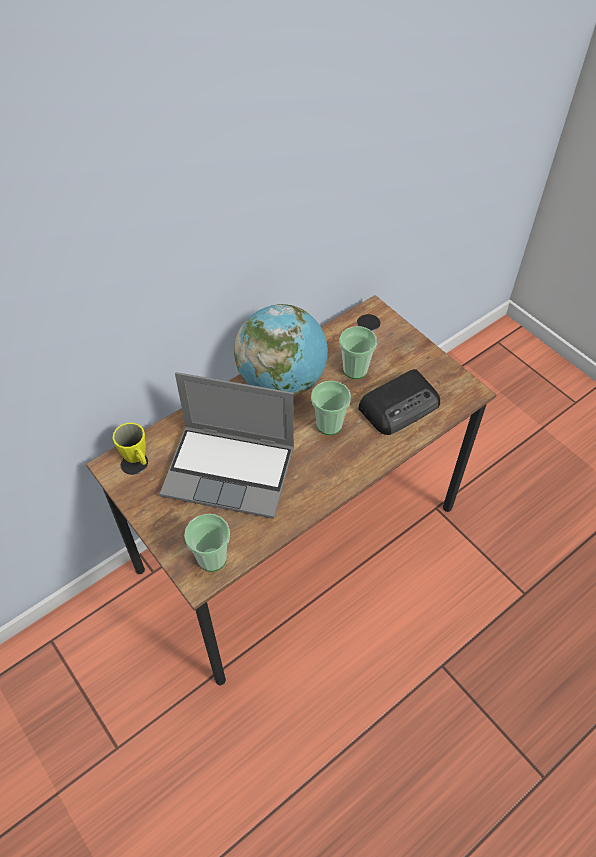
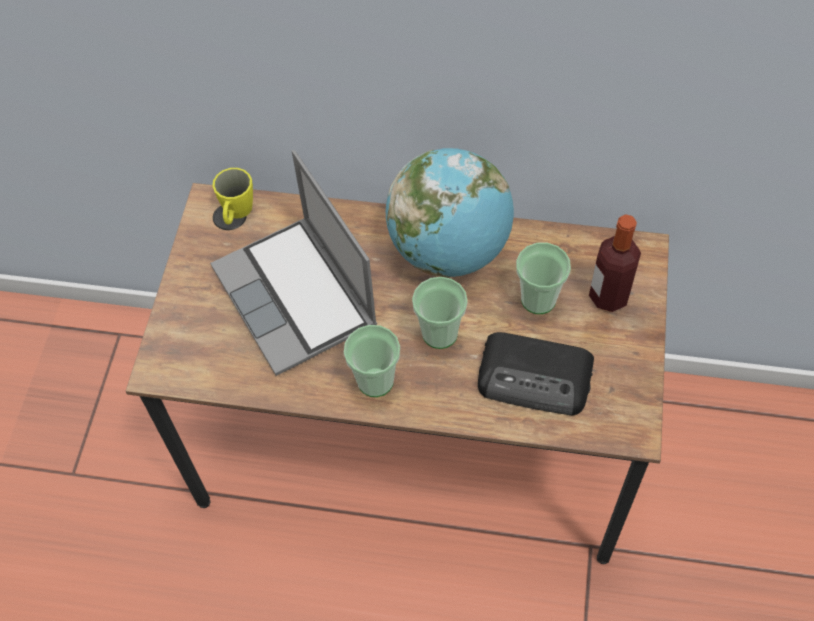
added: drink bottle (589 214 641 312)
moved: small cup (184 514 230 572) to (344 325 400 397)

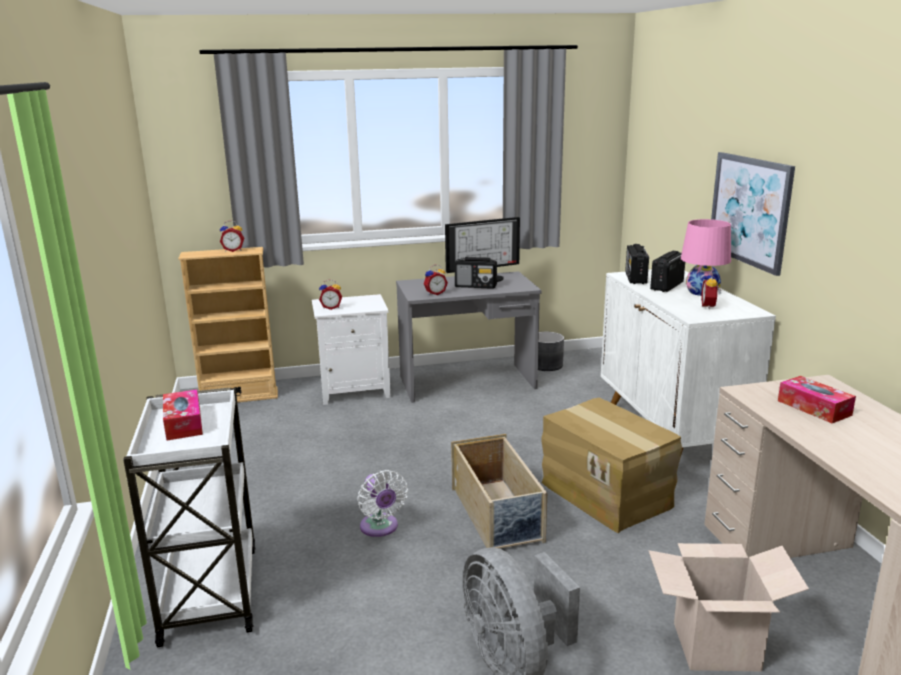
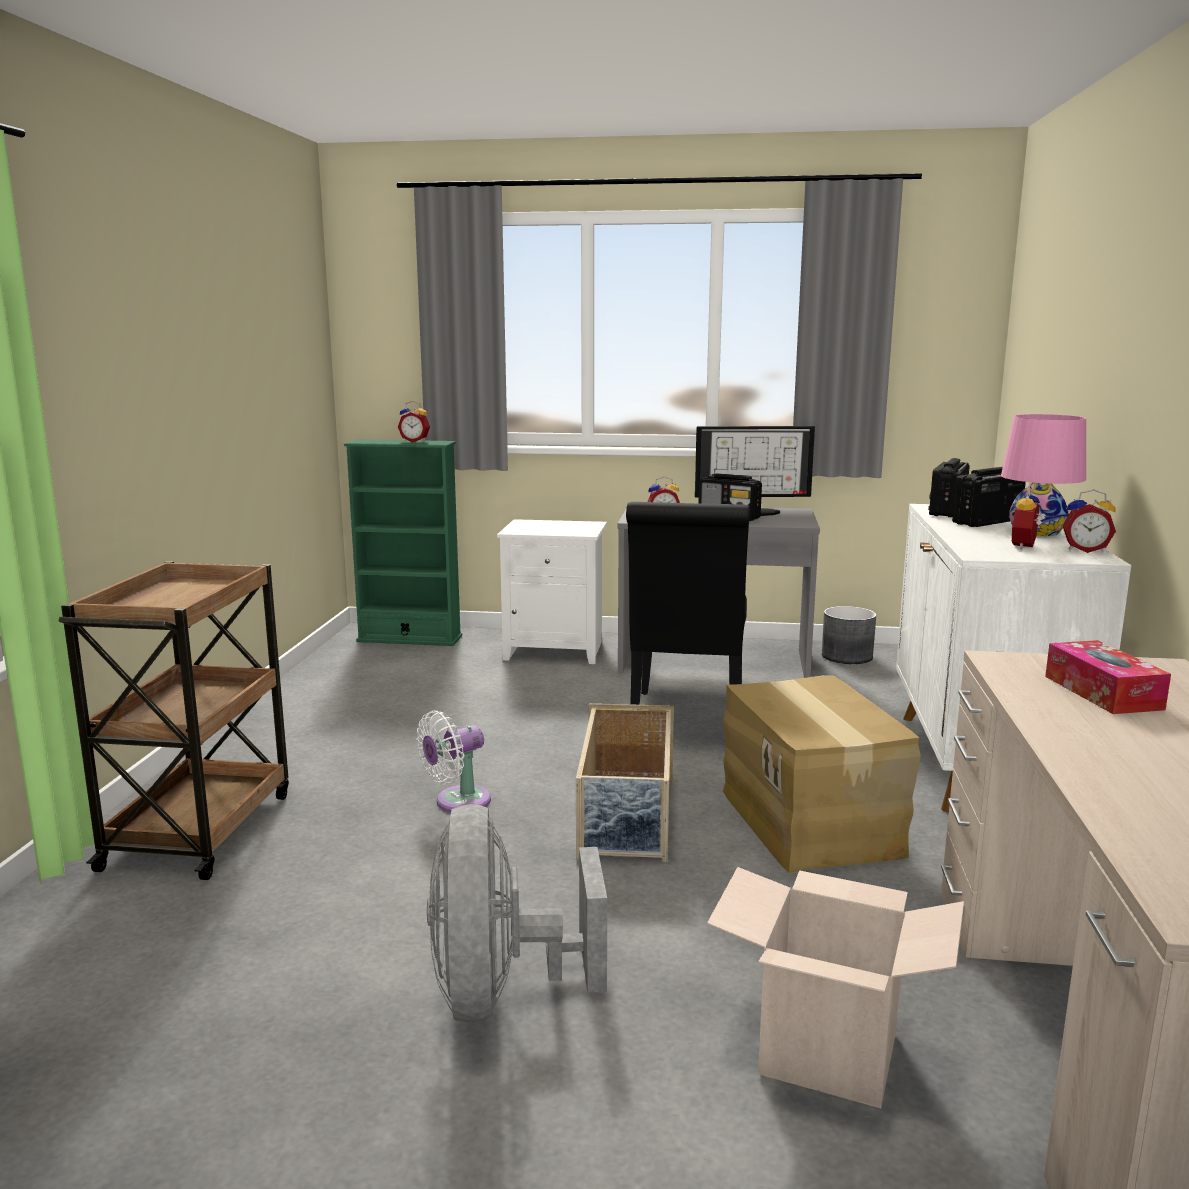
removed: tissue holder (163 389 203 441); wall picture (711 152 795 276)
added: blackish upright chair (626 502 750 705)
moved: bedside clock (319 280 342 310) to (1062 489 1116 553)
recoloured: whitish trolley (123 388 256 648) to brown trolley (58 561 289 880); beige bookcase (178 247 278 403) to green bookcase (344 439 462 646)
turned: whitish cooling fan (357 470 408 537) = (417 711 491 812) 60 degrees clockwise

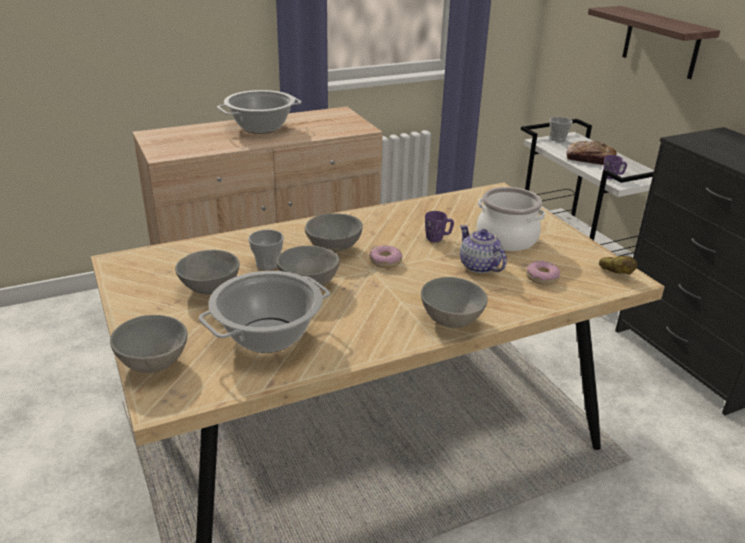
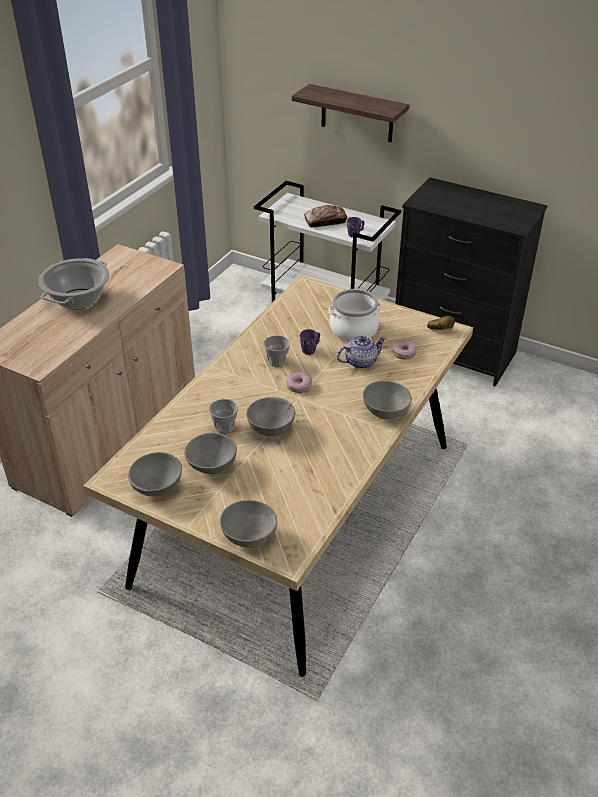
removed: stockpot (199 271 330 353)
moved: grey serving bowl (305 213 363 252) to (128 452 182 496); small cup (550 117 572 142) to (264 335 290 367)
turned: teapot (460 225 507 273) = (337 336 387 369) 135 degrees clockwise

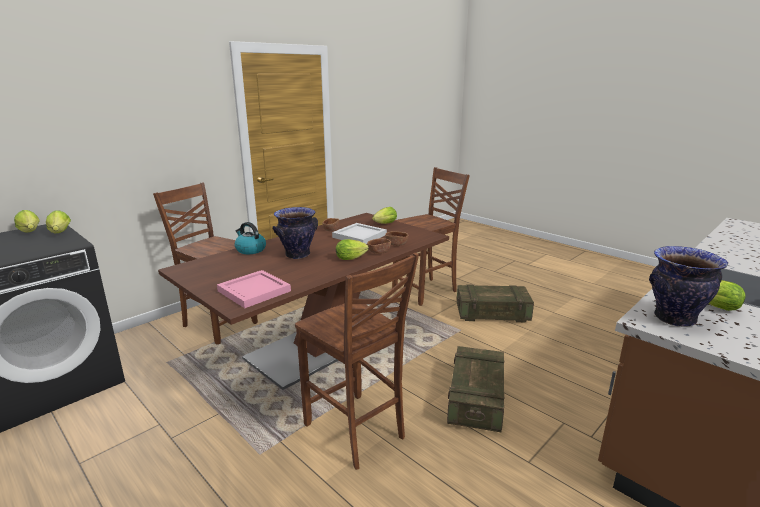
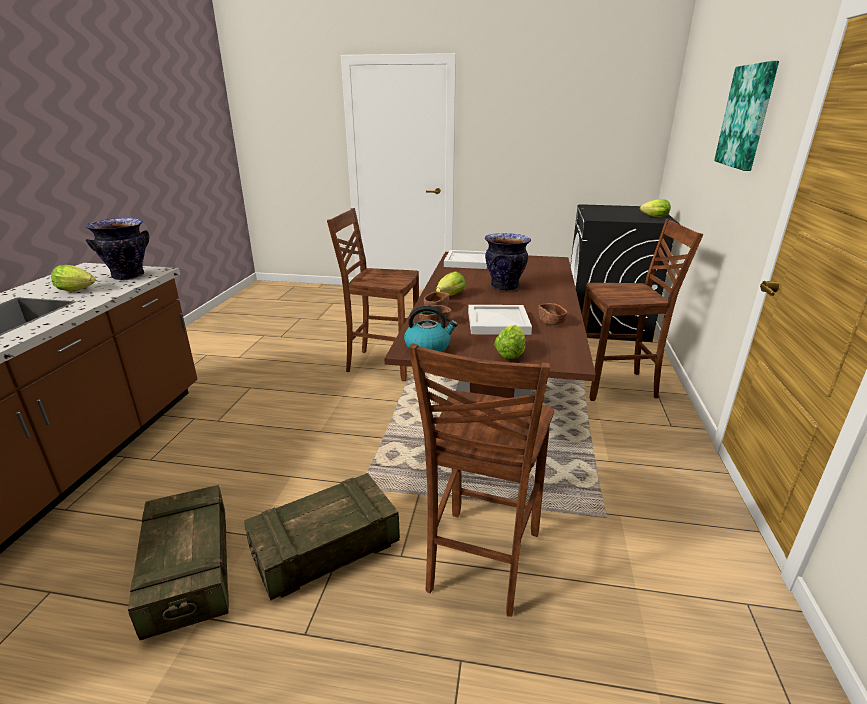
removed: lettuce head (46 210 71 233)
added: wall picture (714 61 779 171)
moved: tea kettle (235 222 266 254) to (404 306 458 352); crate (447 346 505 432) to (128 485 229 640)
recoloured: pink-coloured serving tray (217 270 291 308) to whitish serving tray (444 250 487 269)

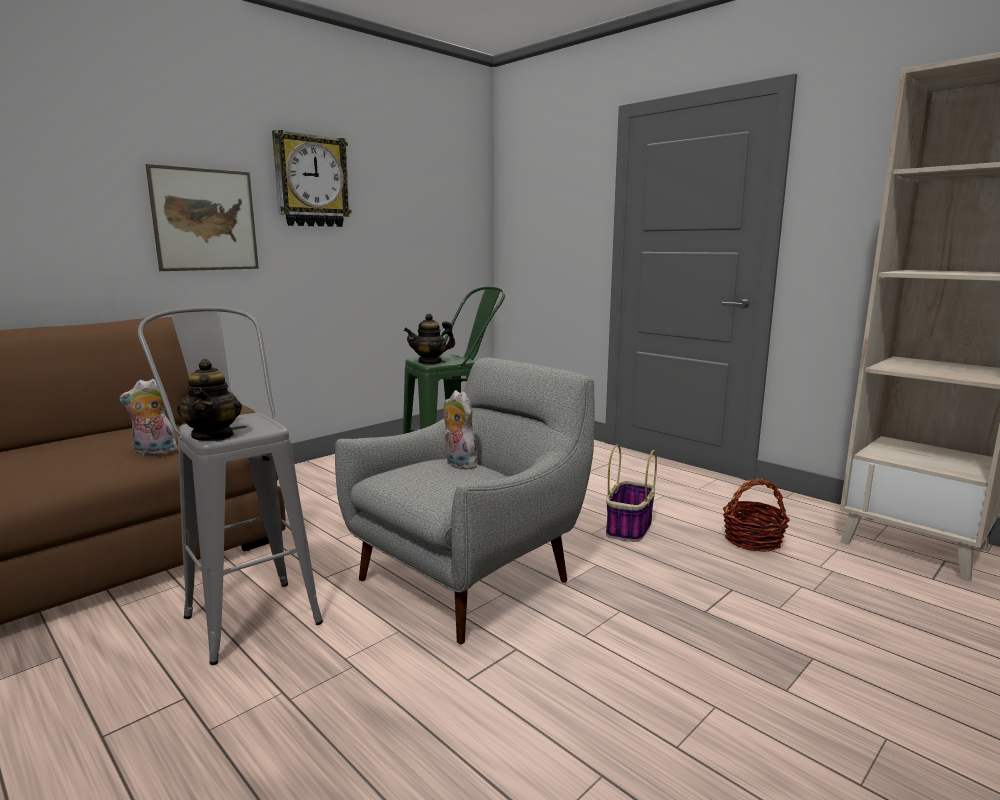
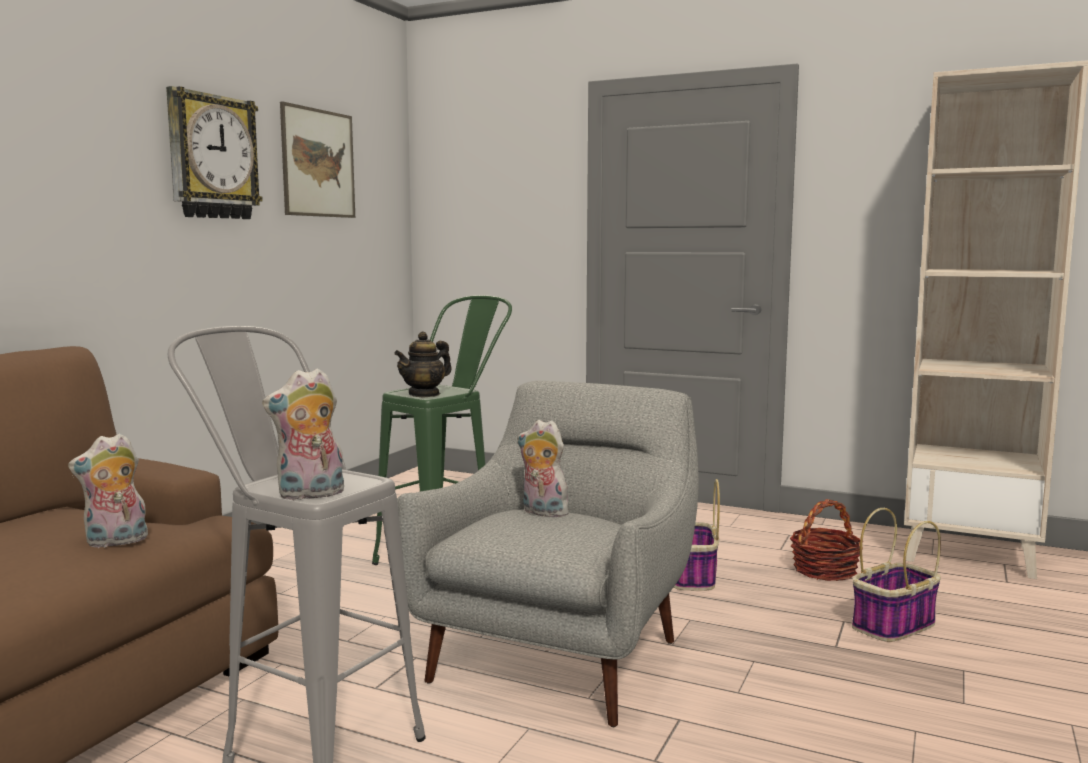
added: household basket (852 508 941 642)
moved: wall picture (146 164 259 271) to (280 101 355 218)
replaced: teapot (177 359 242 441) to plush toy (262 368 344 501)

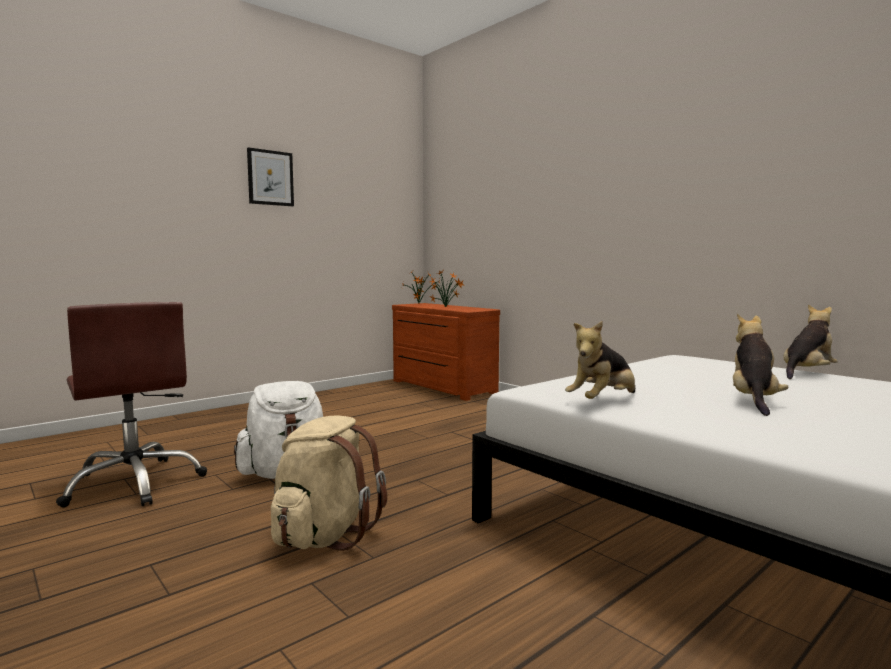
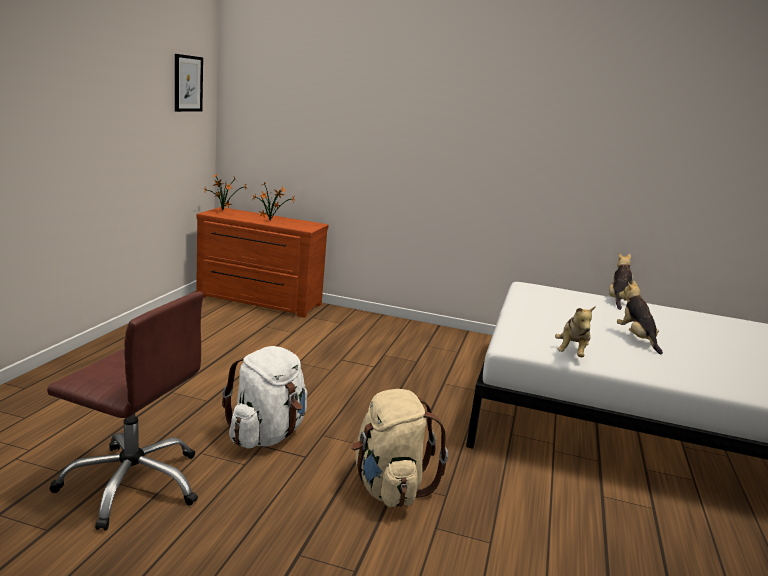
moved: wall picture (247 147 294 206) to (175 54 203 112)

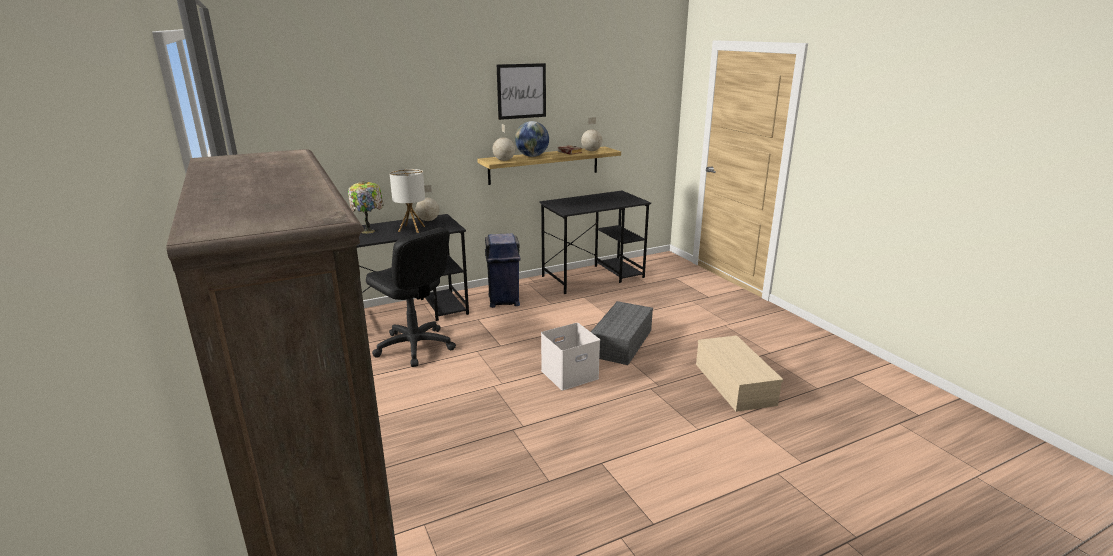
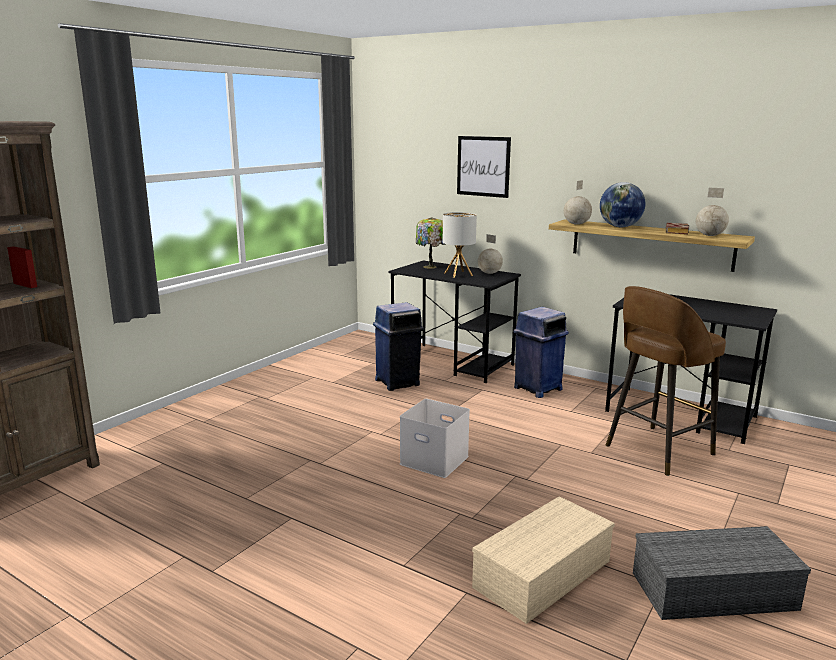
added: brown stool (606 286 726 476)
moved: wall picture (497 63 546 120) to (457 136 511 198); grey storage container (591 301 653 365) to (633 526 811 620)
replaced: blackish office chair (366 228 456 367) to blue rubbish bin (373 302 424 391)

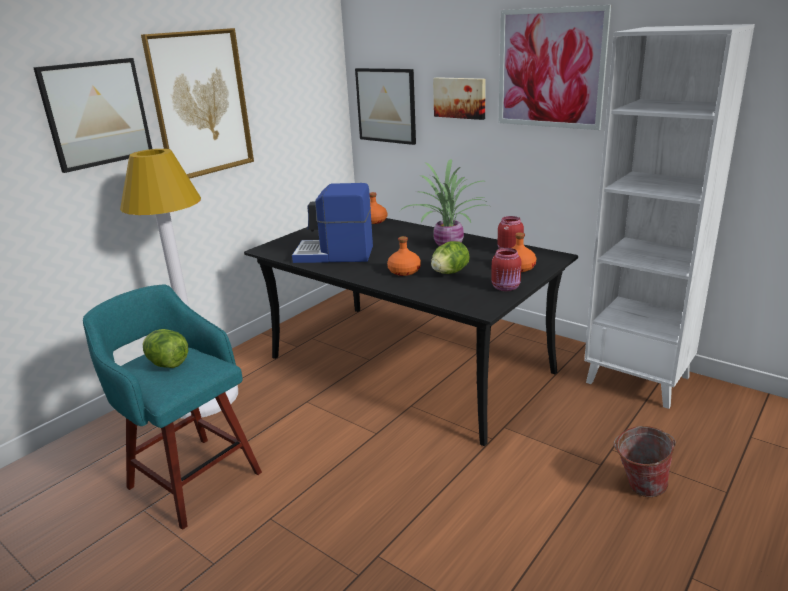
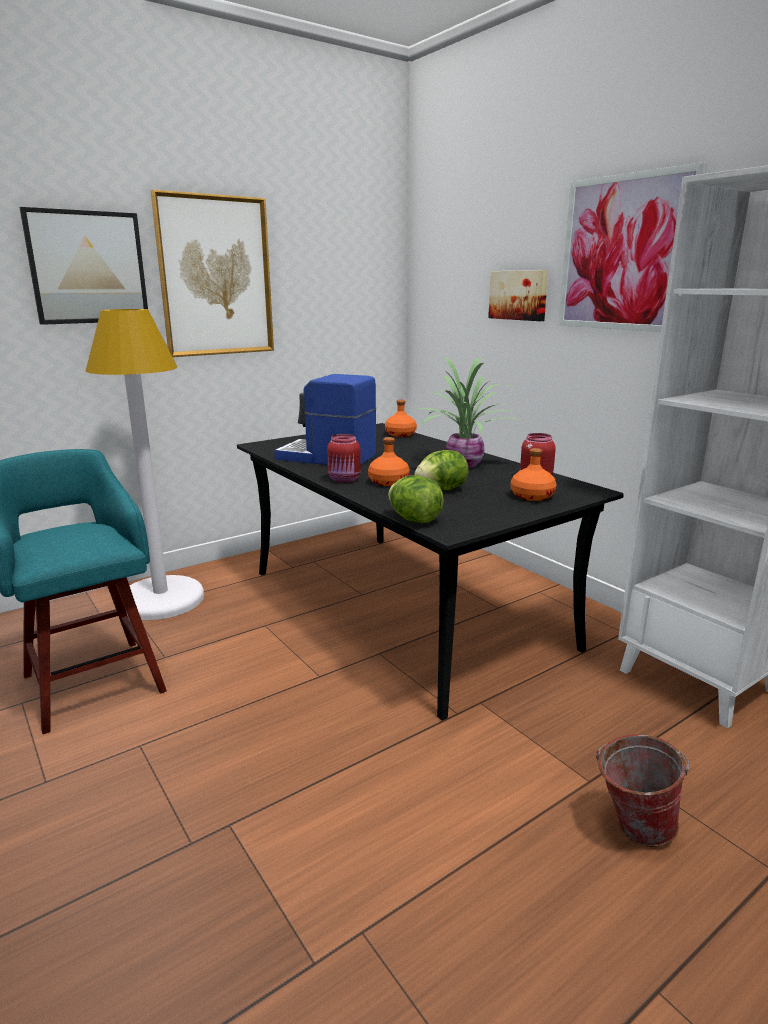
removed: wall picture (355 68 416 145)
moved: lettuce head (143 329 188 368) to (388 475 444 523); reddish preserve jar (491 248 521 291) to (327 434 361 483)

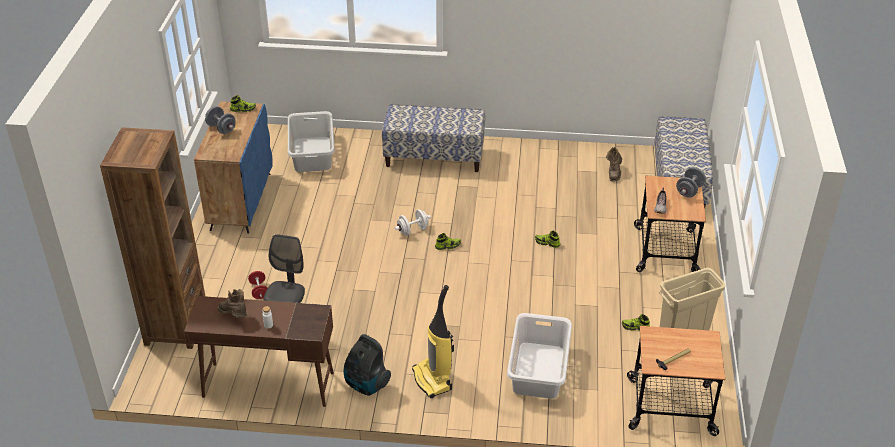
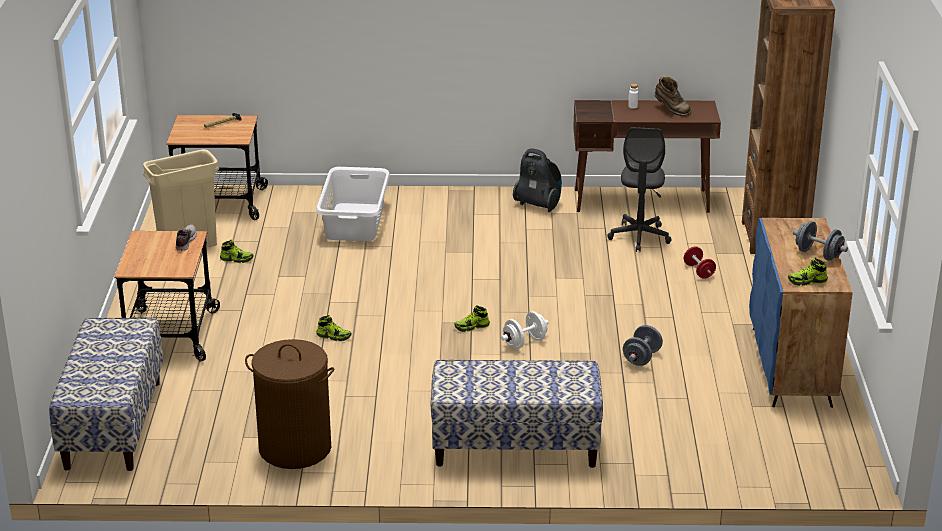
removed: grey hamper (288 111 335 172); vacuum cleaner (412 285 454 398); brown high-top boot (606 147 622 182)
added: brown hamper (245 339 334 469)
moved: grey hand weight (676 167 706 198) to (623 325 663 366)

